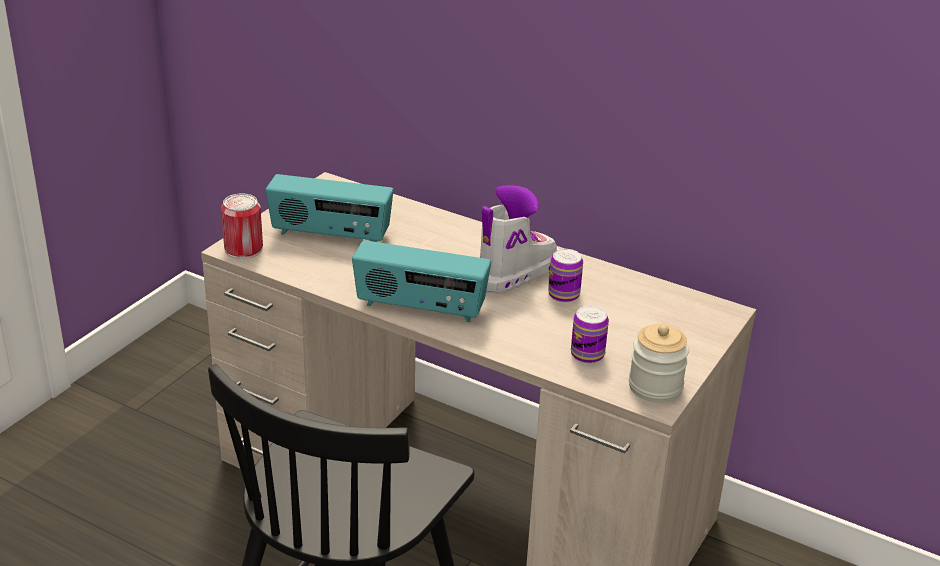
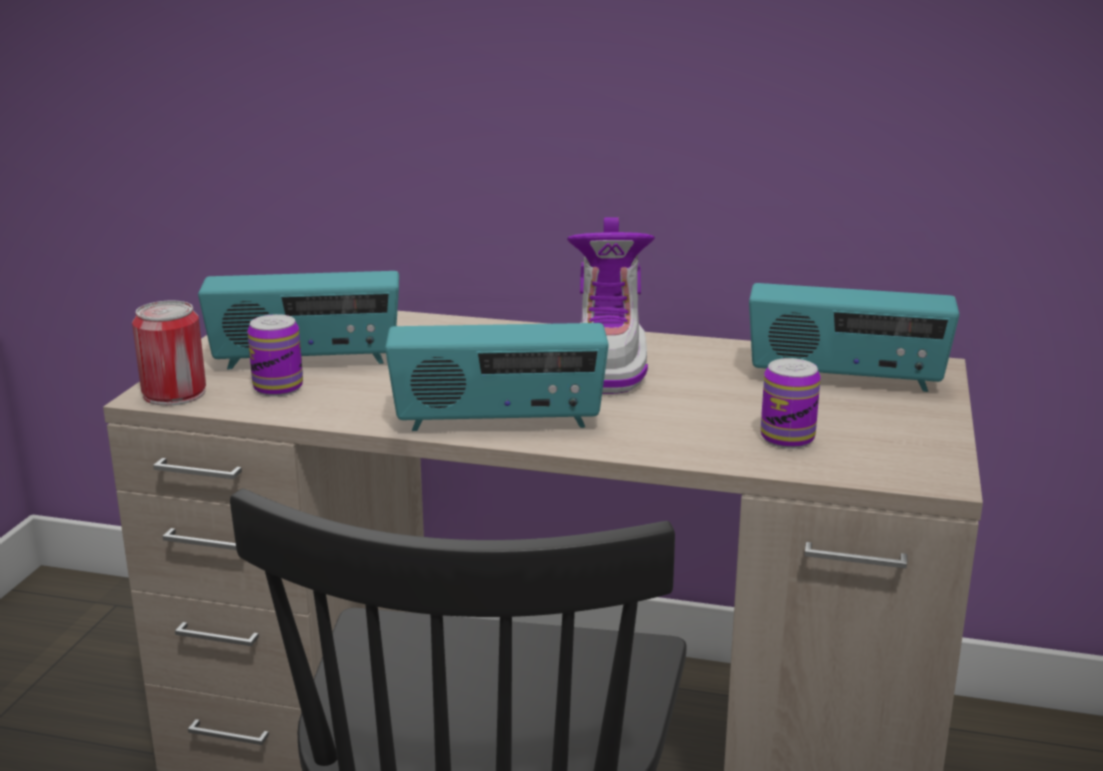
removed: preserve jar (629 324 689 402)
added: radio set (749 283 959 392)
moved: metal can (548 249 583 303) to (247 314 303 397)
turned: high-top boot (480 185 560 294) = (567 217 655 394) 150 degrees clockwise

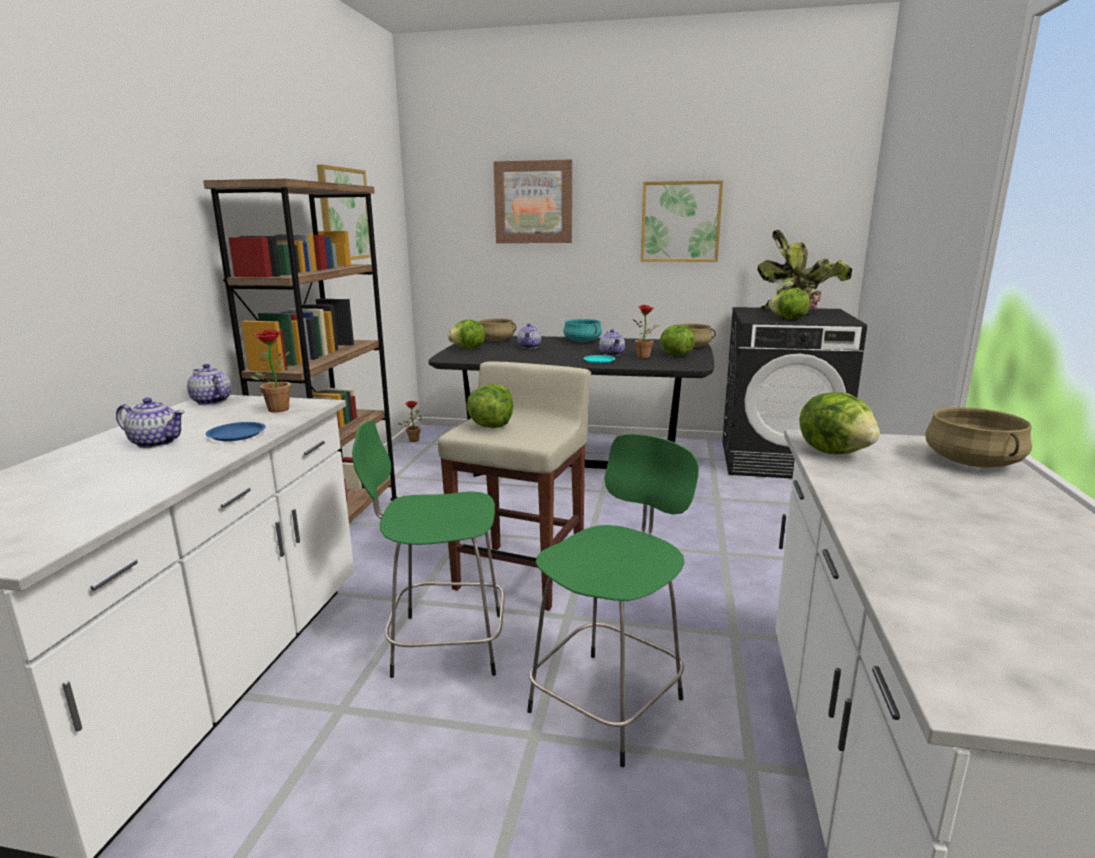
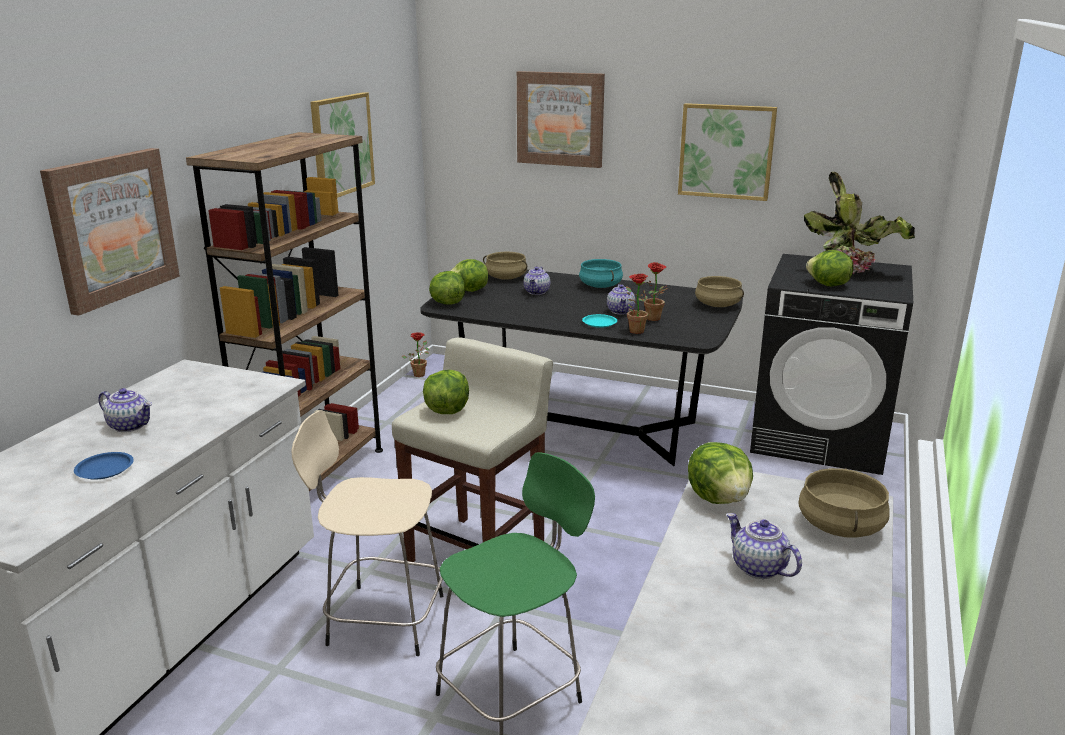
added: wall picture (40 148 180 316)
moved: teapot (187 364 232 405) to (727 513 802 579); blue plate (206 422 266 441) to (74 452 134 480); potted plant (251 329 291 413) to (626 274 653 334); lettuce head (660 325 695 356) to (429 271 465 304)
recoloured: green stool (352 420 505 678) to beige stool (292 410 443 656)

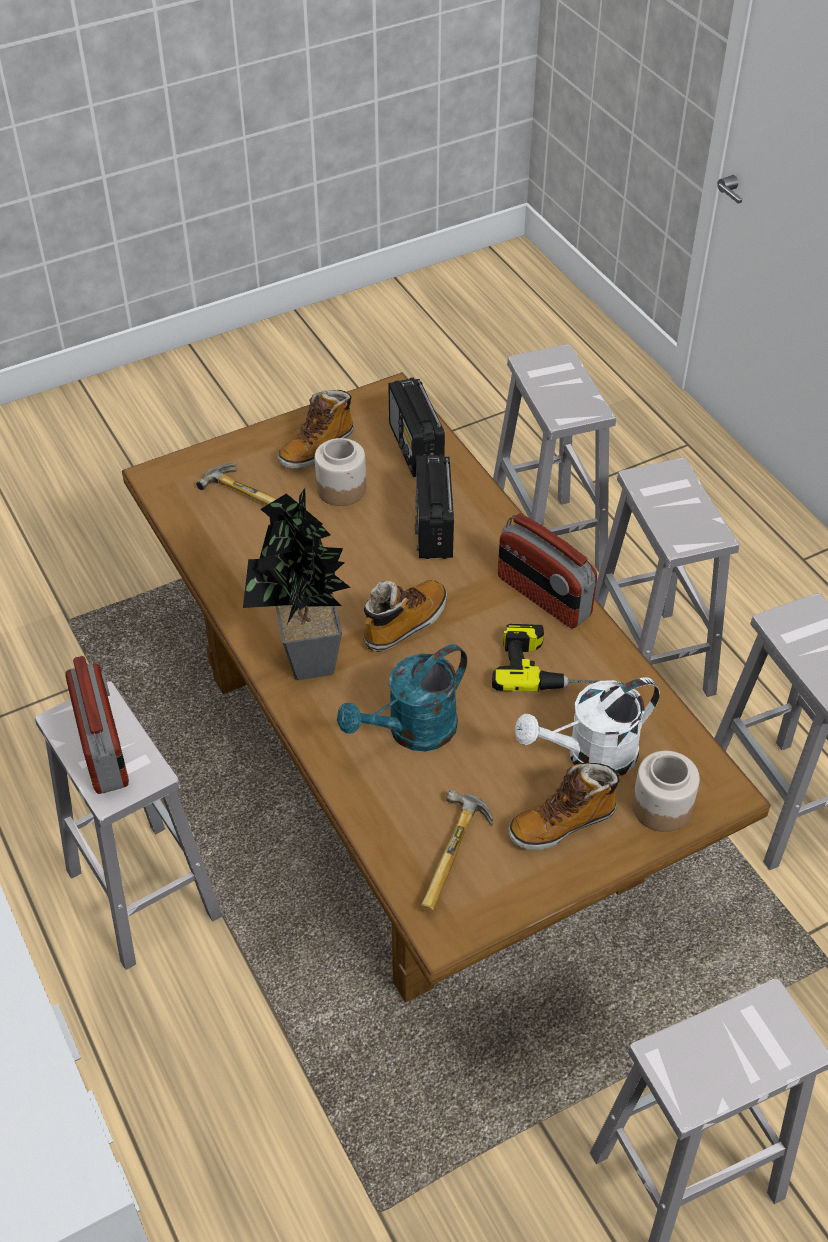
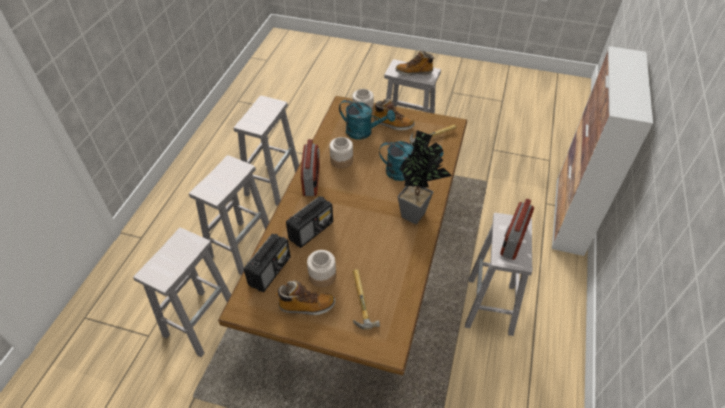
moved: high-top boot (363 580 447 652) to (396 50 435 76)
replaced: electric drill (492 624 598 692) to preserve jar (330 137 353 169)
recoloured: whitish watering can (515 677 660 776) to turquoise-coloured watering can (339 100 395 139)

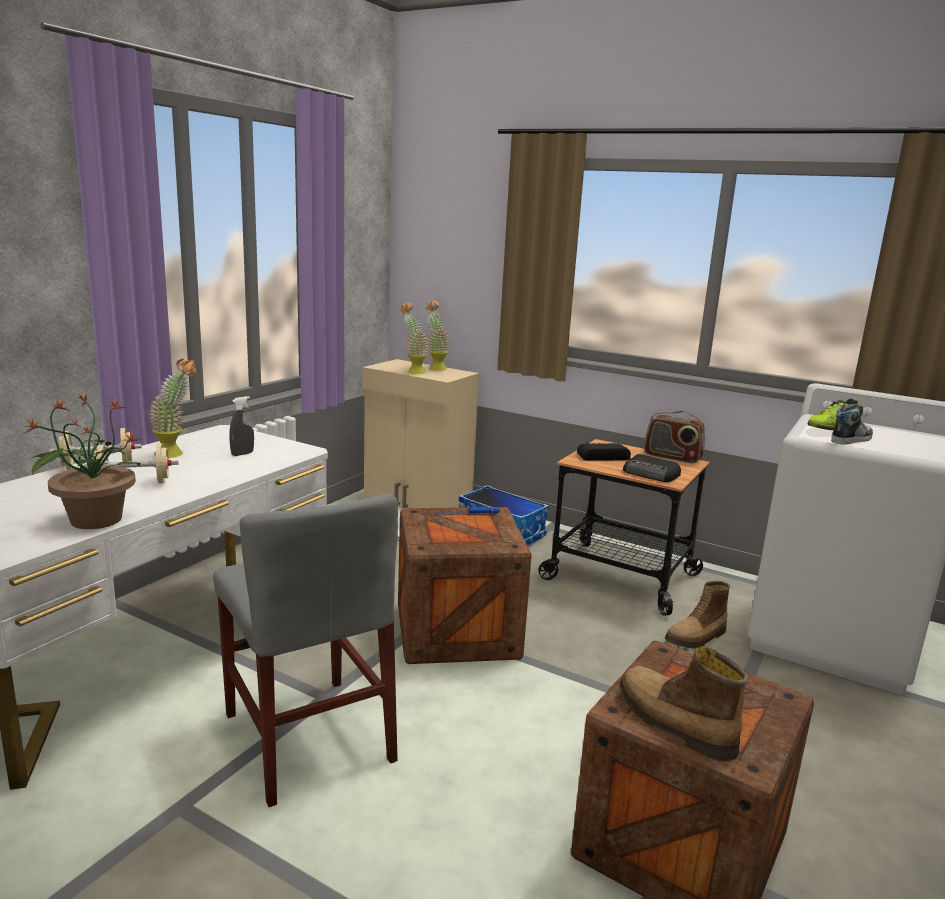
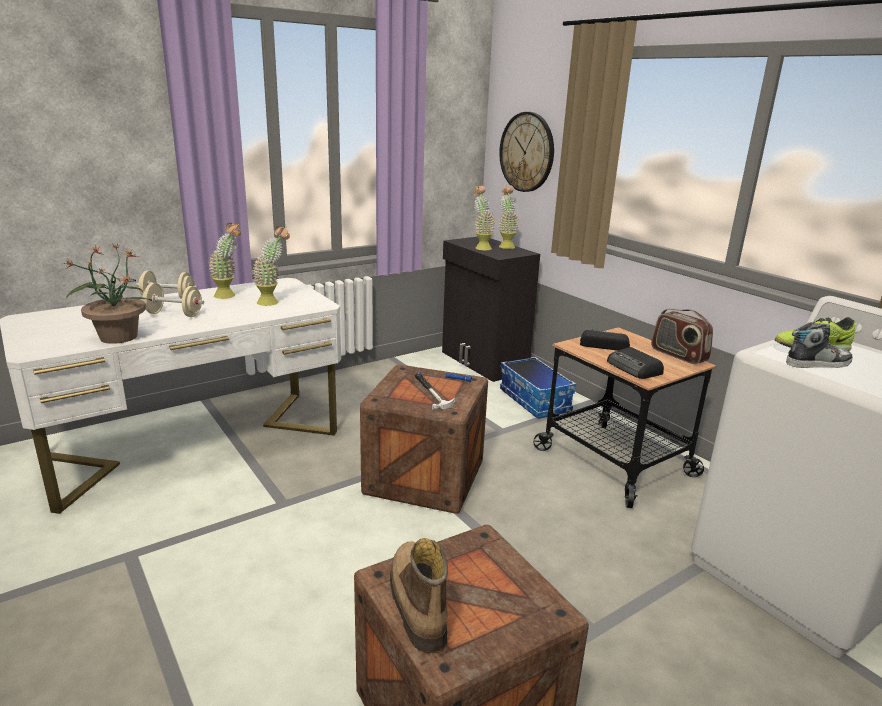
removed: grey upright chair (213 493 398 807); high-top boot (665 581 730 648)
added: hammer (415 373 455 410); wall clock (499 112 554 192)
replaced: grey spray bottle (229 396 254 456) to potted plant (252 226 290 306)
recoloured: beige cupboard (362 359 479 509) to blackish cupboard (442 237 540 382)

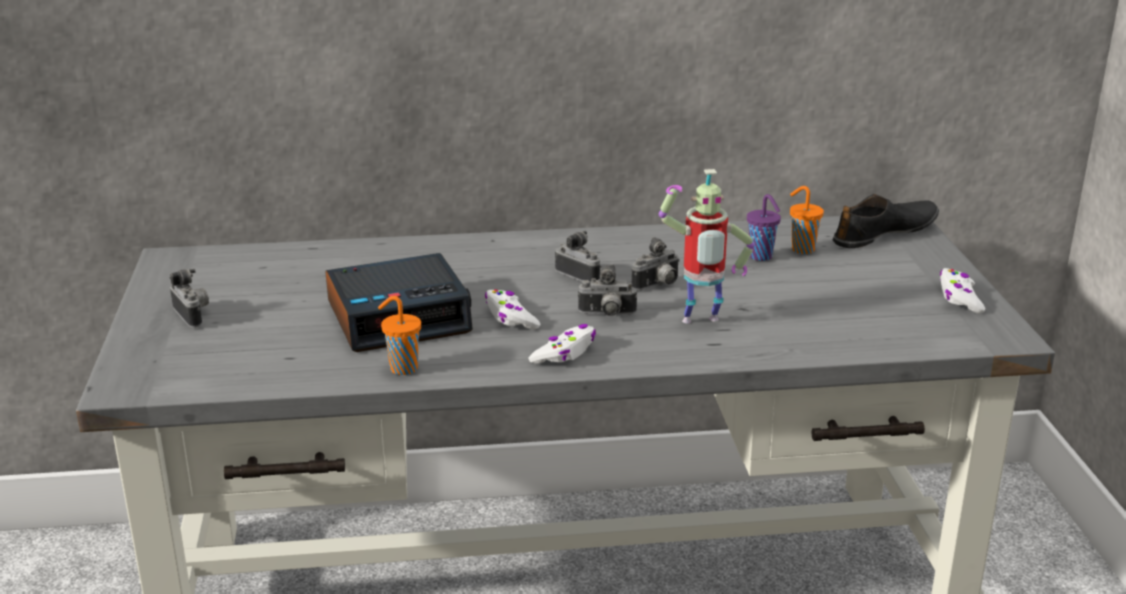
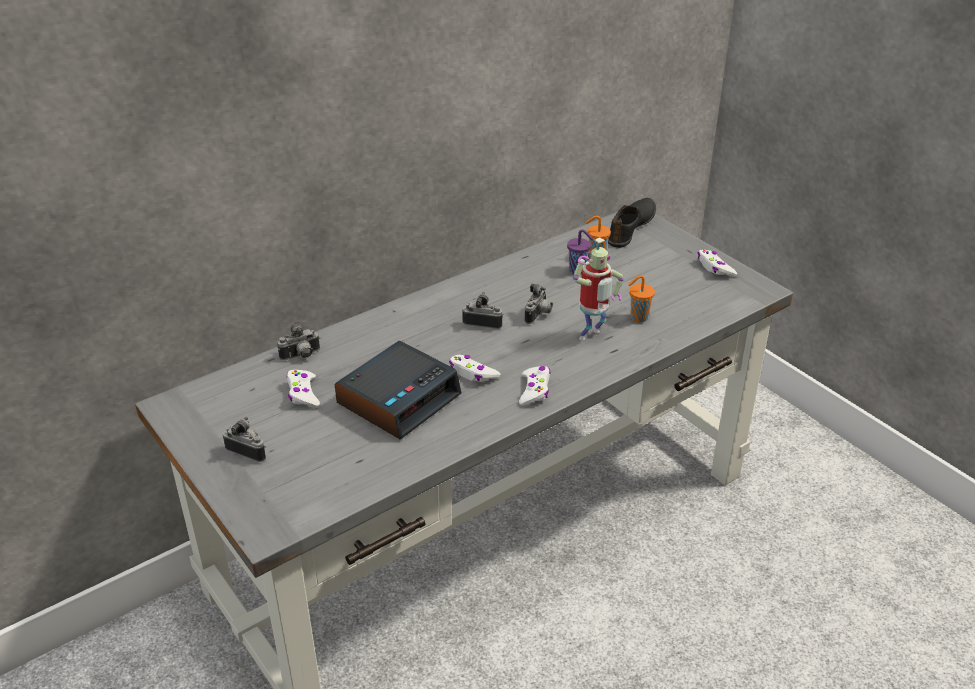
added: whitish joypad (287 370 320 408)
moved: orange small cup (378 296 421 375) to (628 275 655 323); still camera (578 264 638 316) to (277 321 320 360)

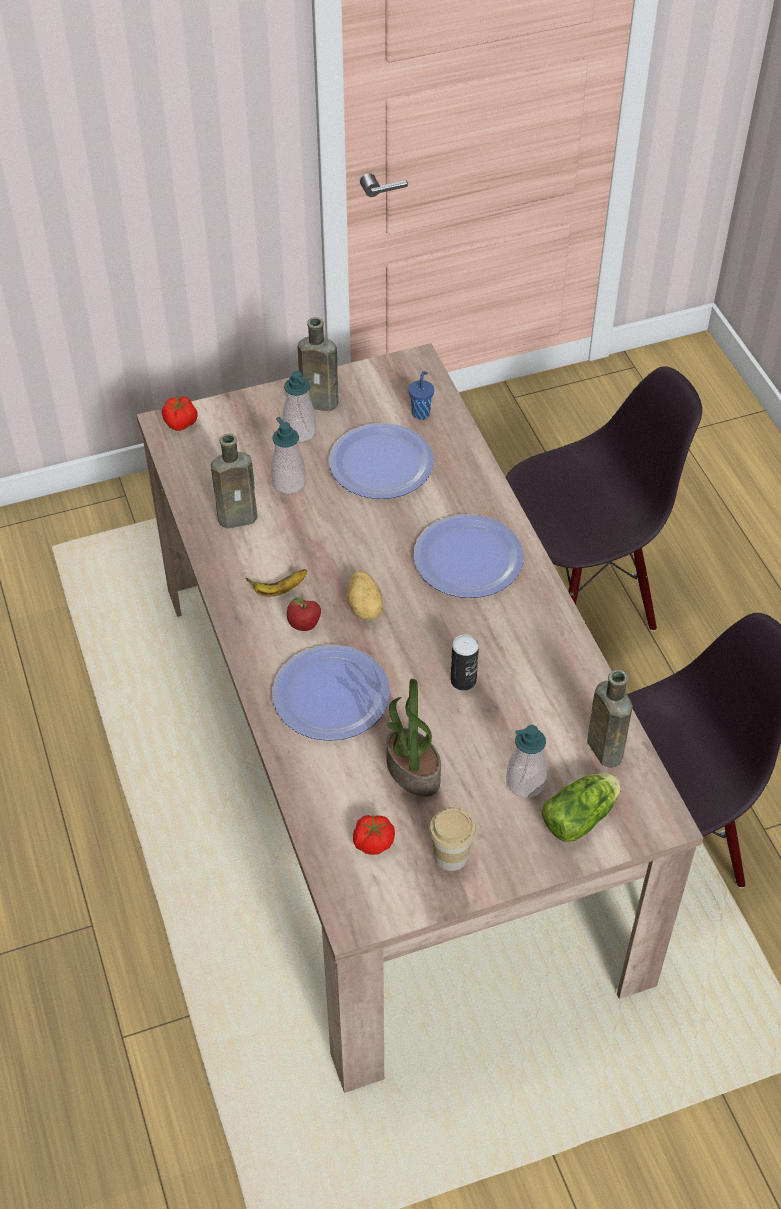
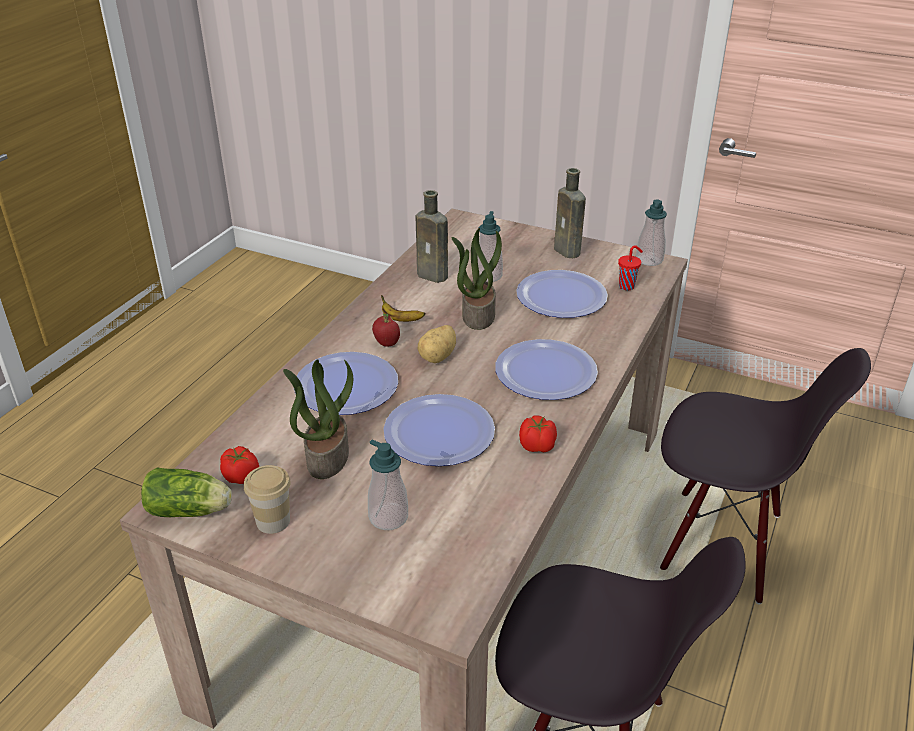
removed: brown drink bottle (587 670 633 768)
added: potted plant (452 228 502 330)
moved: fresh tomato (162 396 198 431) to (519 415 557 452); soap bottle (283 371 316 442) to (636 200 667 266); lettuce head (542 773 621 842) to (141 467 232 517)
replaced: metal can (451 634 479 690) to plate (383 394 495 466)
recoloured: blue small cup (408 371 434 420) to reddish small cup (618 245 643 290)

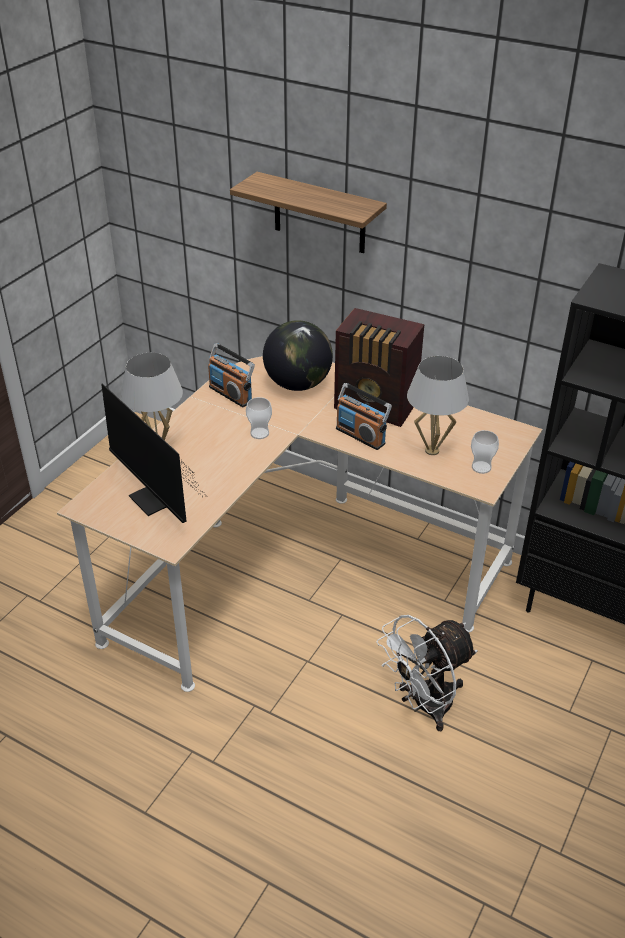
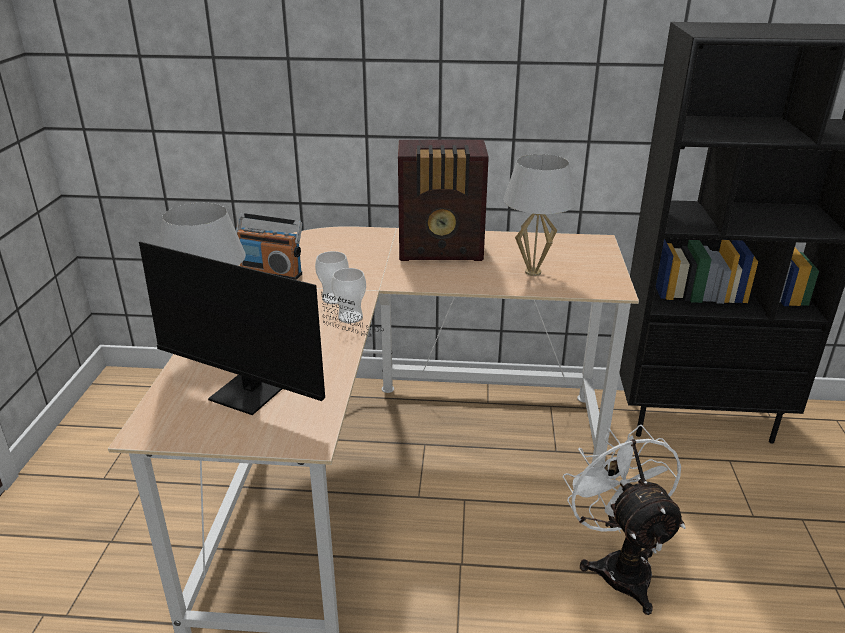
removed: wall shelf (230 172 387 253); world globe (263 320 333 391); radio set (336 383 392 450)
moved: small cup (471 430 499 474) to (331 268 366 323)
turned: whitish cooling fan (376 615 478 731) = (563 425 685 615) 135 degrees clockwise

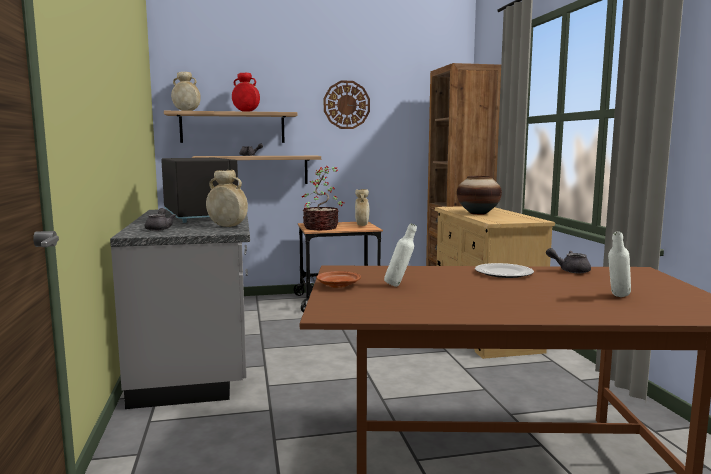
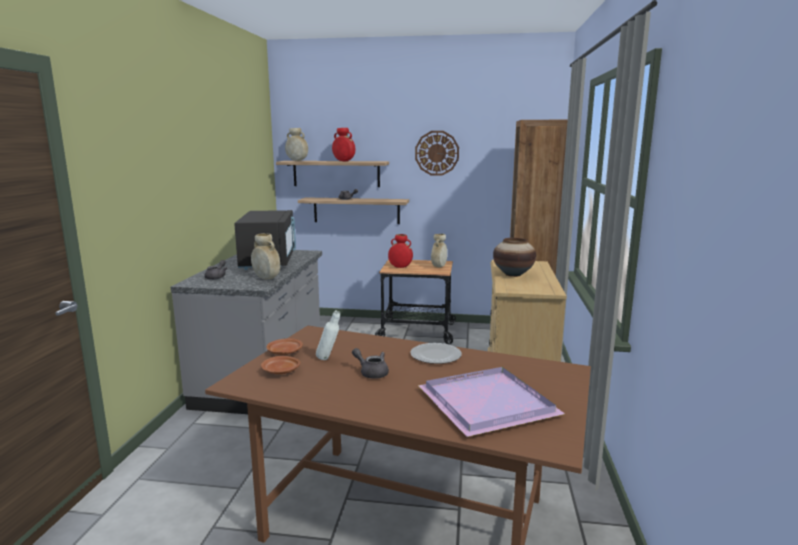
added: brown plate (261 356 300 374)
moved: grey teapot (546 248 591 273) to (352 348 389 379)
replaced: potted plant (302 165 344 230) to reddish vase (388 234 413 268); whitish drink bottle (608 232 631 297) to purple serving tray (418 367 565 437)

